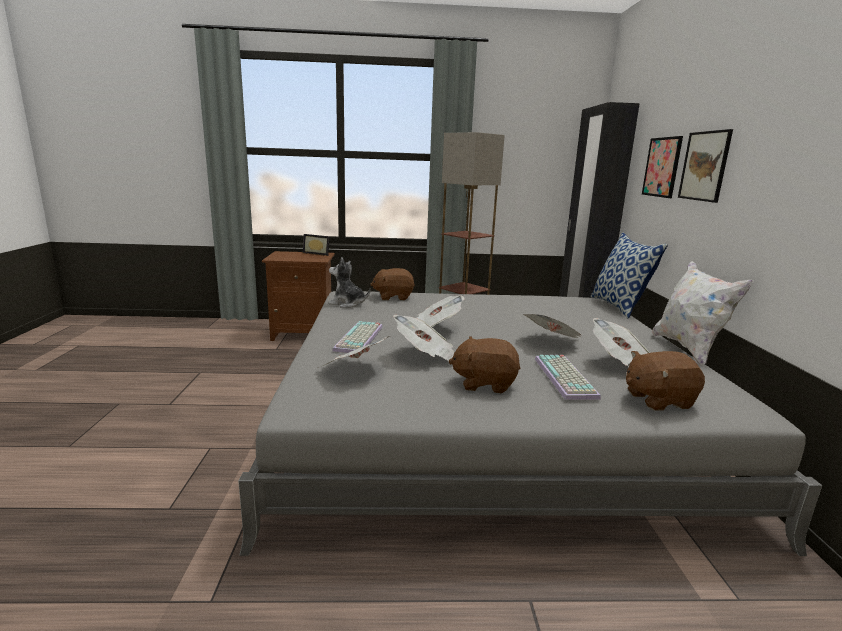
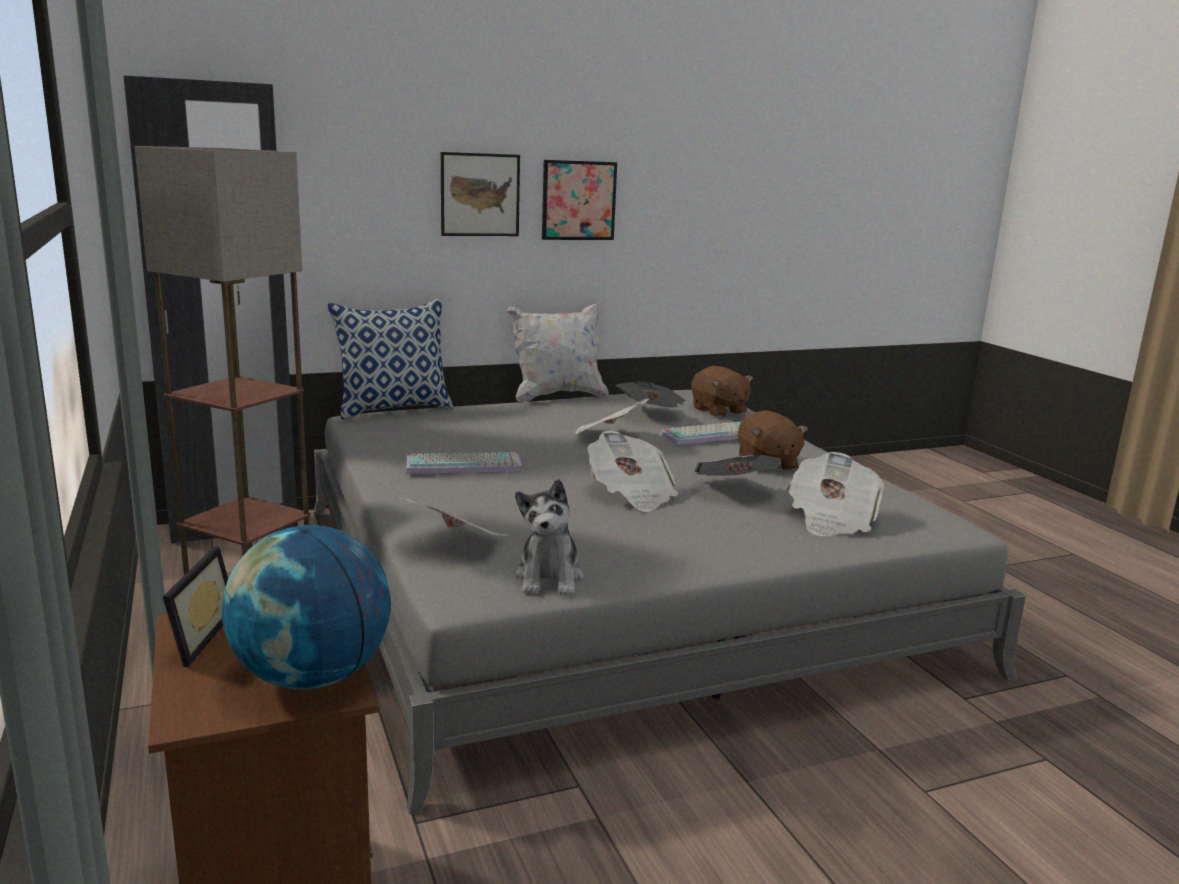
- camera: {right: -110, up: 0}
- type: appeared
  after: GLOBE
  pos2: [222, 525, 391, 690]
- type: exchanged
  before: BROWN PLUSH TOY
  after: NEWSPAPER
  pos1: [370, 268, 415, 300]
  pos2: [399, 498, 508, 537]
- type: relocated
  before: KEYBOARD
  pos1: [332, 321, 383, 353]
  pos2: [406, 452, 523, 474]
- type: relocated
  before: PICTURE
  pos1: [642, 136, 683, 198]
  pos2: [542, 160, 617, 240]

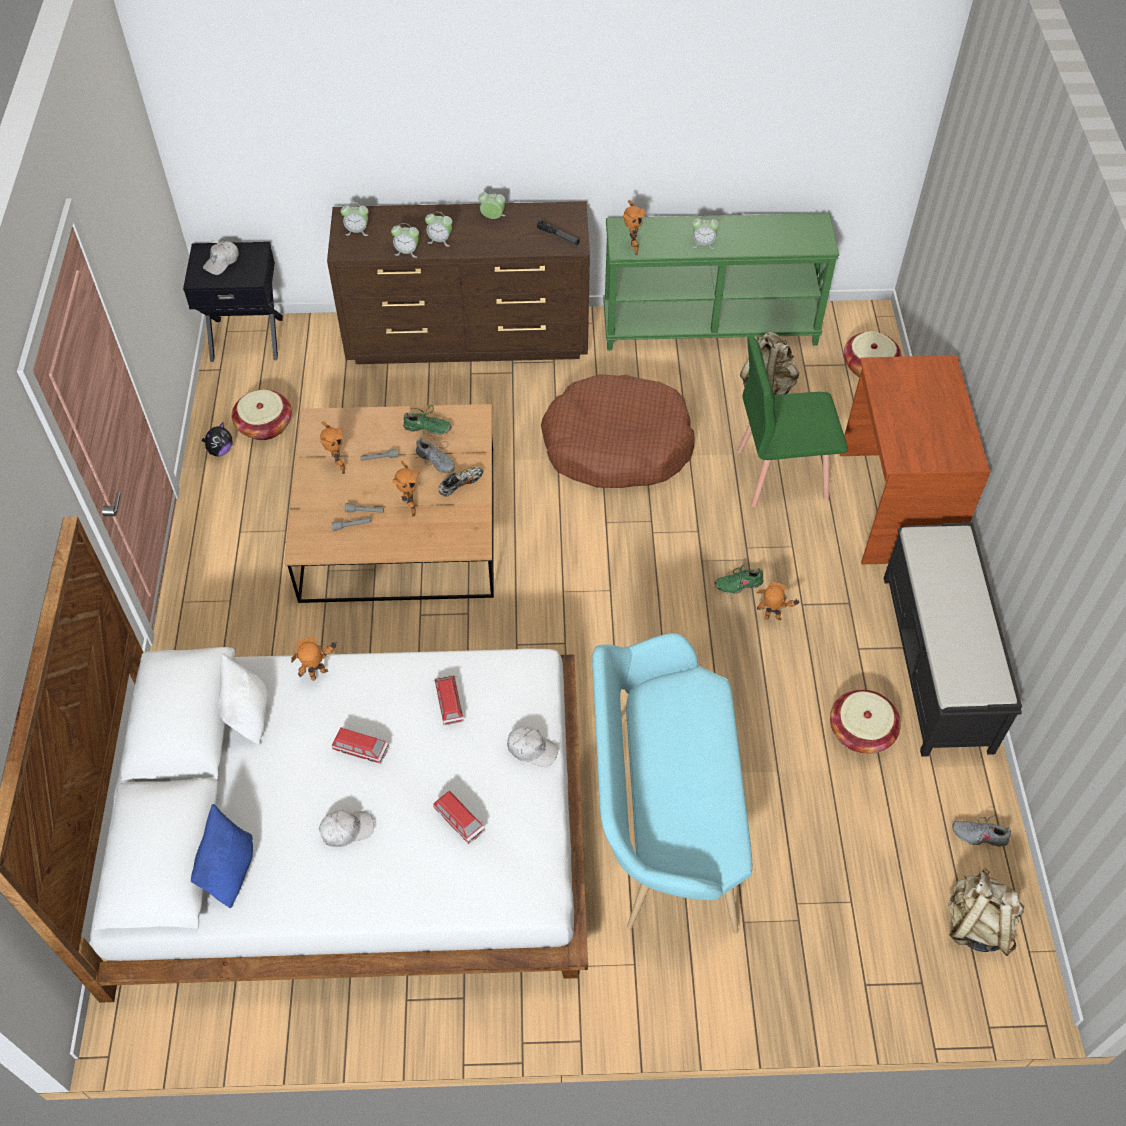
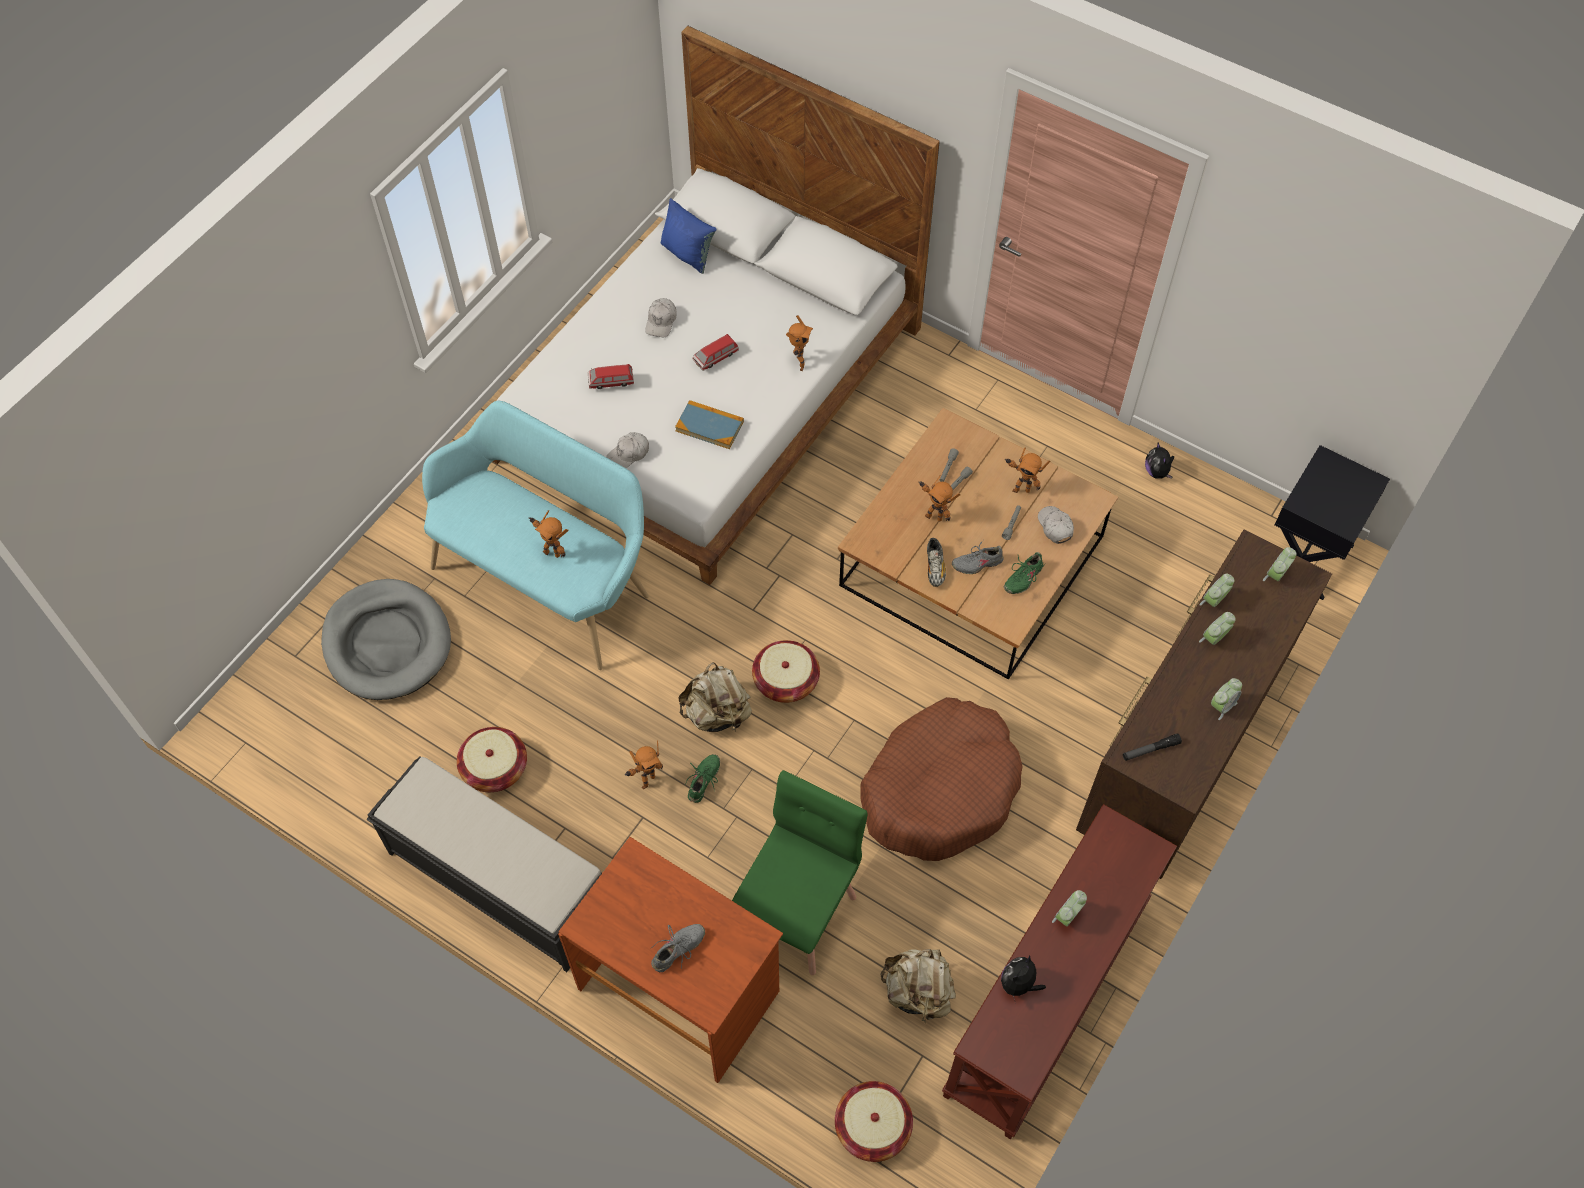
- camera: {right: 125, up: 5}
- type: appeared
  after: GREY DOG BED
  pos2: [321, 579, 451, 700]
- type: relocated
  before: TOY ROBOT
  pos1: [623, 200, 646, 255]
  pos2: [529, 510, 569, 558]
- type: relocated
  before: GREY SHOE
  pos1: [952, 815, 1011, 847]
  pos2: [650, 924, 705, 972]
- type: exchanged
  before: TOY CAR
  after: BOOK
  pos1: [433, 675, 464, 725]
  pos2: [675, 400, 744, 449]
- type: relocated
  before: BEIGE BACKPACK
  pos1: [948, 868, 1024, 956]
  pos2: [678, 662, 752, 732]
- type: relocated
  before: BASKET
  pos1: [232, 390, 292, 440]
  pos2: [752, 640, 820, 703]
- type: colour
  before: GREEN CONSOLE TABLE
  after: BROWN CONSOLE TABLE
  pos1: [603, 213, 839, 350]
  pos2: [942, 804, 1177, 1140]
- type: appeared
  after: PLUSH TOY
  pos2: [1001, 955, 1046, 1004]
- type: relocated
  before: WHITE CAP
  pos1: [203, 241, 239, 275]
  pos2: [1038, 506, 1074, 544]
- type: missing
  before: WHITE PILLOW
  pos1: [218, 654, 268, 745]

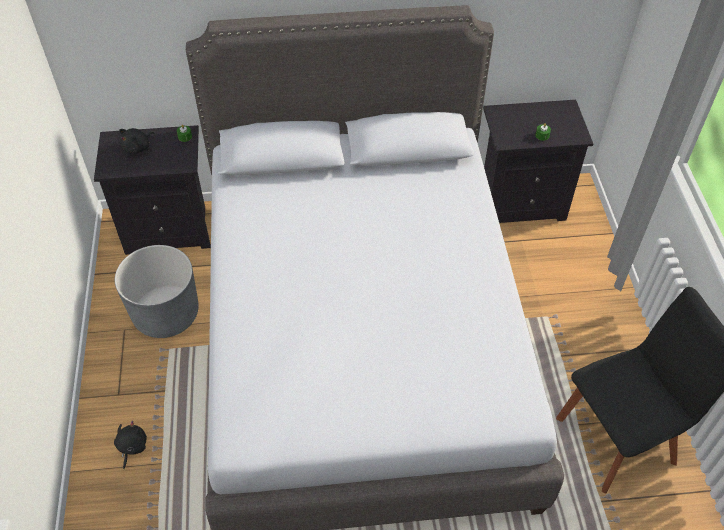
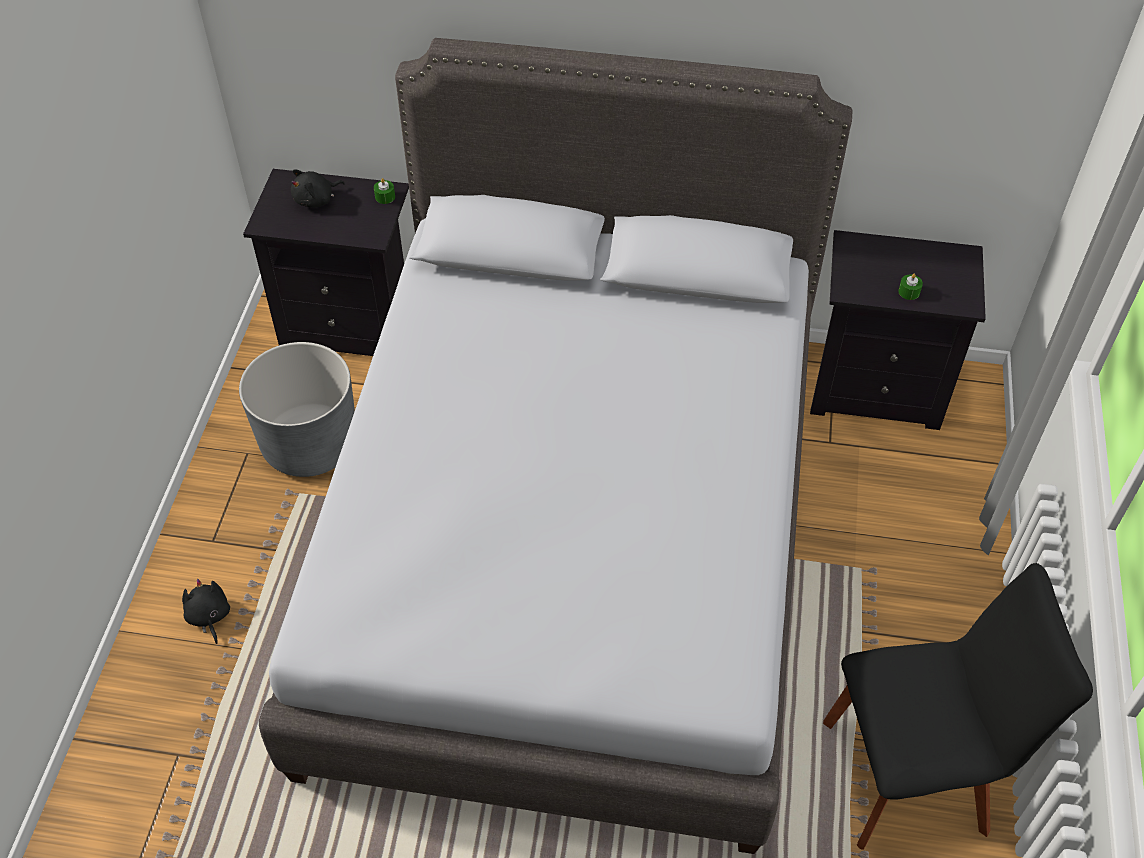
- camera: {right: 15, up: 0}
- type: spun
  before: BLACK PLUSH TOY
  pos1: [114, 421, 147, 469]
  pos2: [182, 579, 230, 644]
  turn: -45

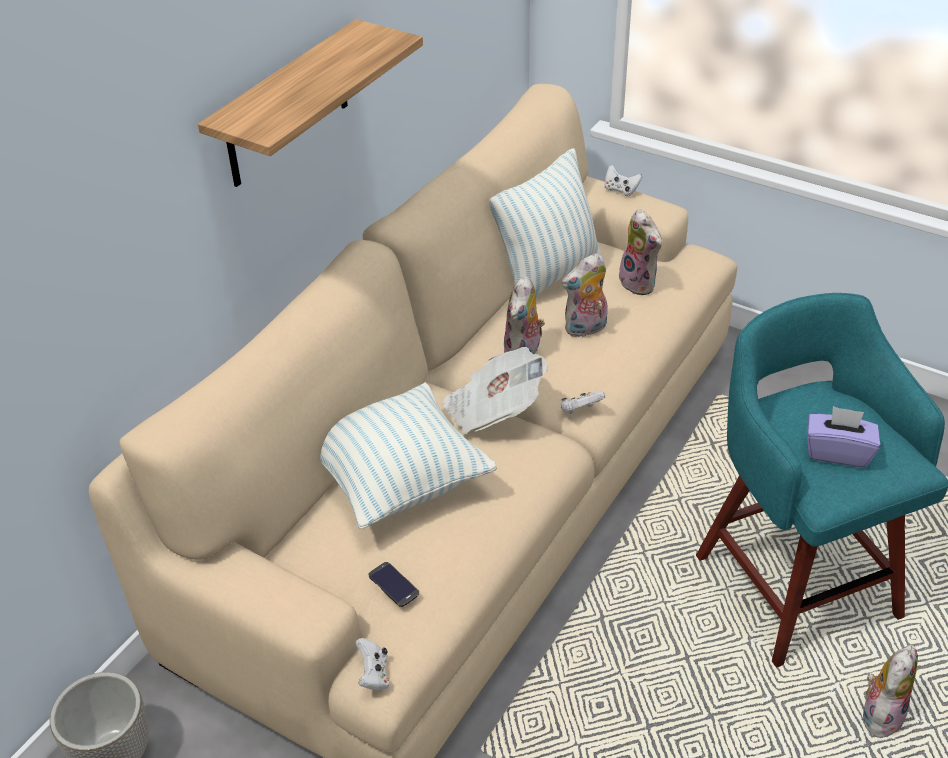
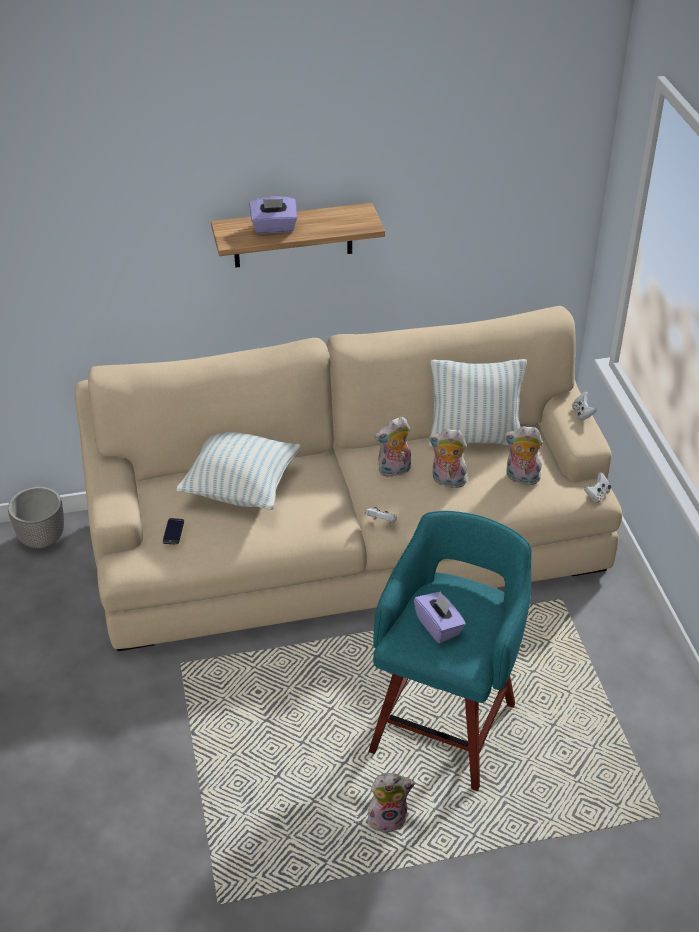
- camera: {right: 45, up: 0}
- type: appeared
  after: PURPLE TISSUE BOX
  pos2: [249, 197, 297, 234]
- type: spun
  before: PLUSH TOY
  pos1: [619, 209, 662, 295]
  pos2: [504, 426, 543, 485]
  turn: 90
- type: relocated
  before: WHITE GAME CONTROLLER
  pos1: [356, 638, 390, 690]
  pos2: [584, 472, 611, 503]
- type: missing
  before: NEWSPAPER
  pos1: [442, 347, 548, 435]

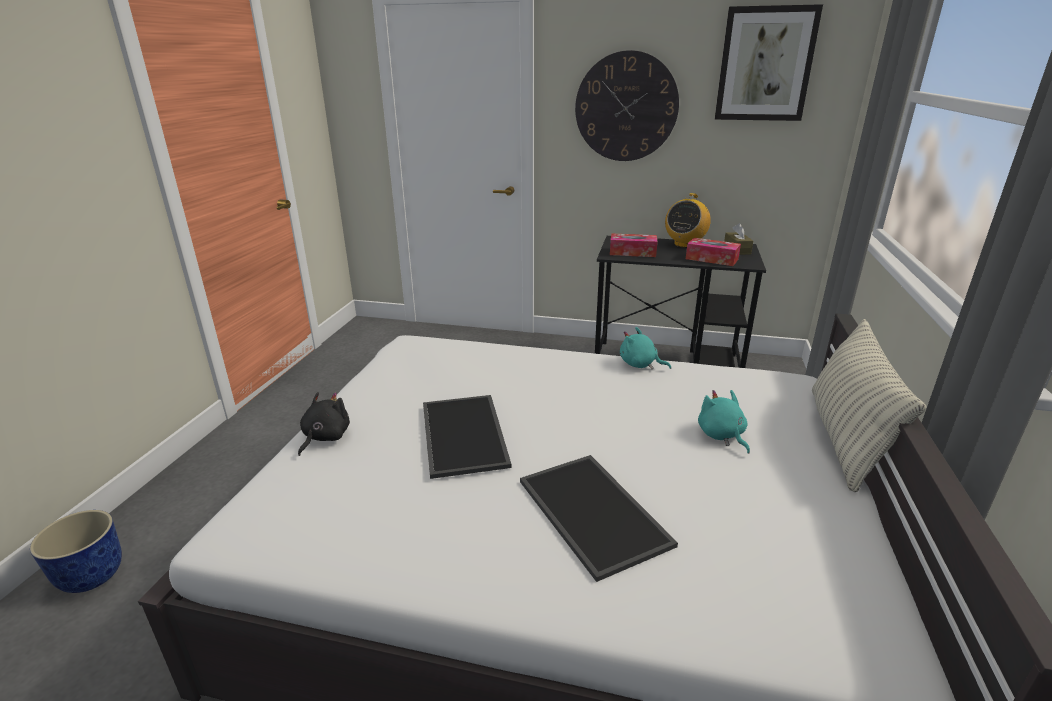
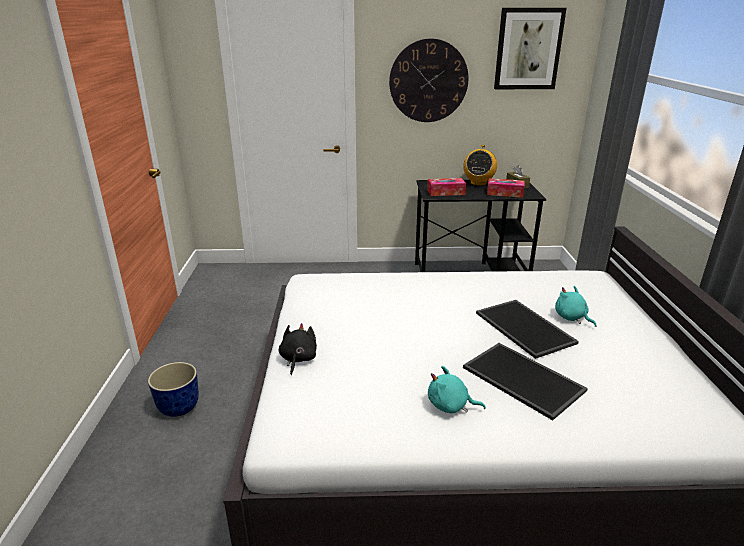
- camera: {right: -15, up: 0}
- type: relocated
  before: PLANTER
  pos1: [30, 510, 122, 593]
  pos2: [148, 362, 199, 417]
- type: relocated
  before: TURQUOISE PLUSH TOY
  pos1: [620, 327, 671, 370]
  pos2: [428, 366, 486, 413]
- type: relocated
  before: TRAY
  pos1: [423, 395, 512, 479]
  pos2: [476, 300, 579, 359]
- type: missing
  before: PILLOW
  pos1: [812, 319, 927, 492]

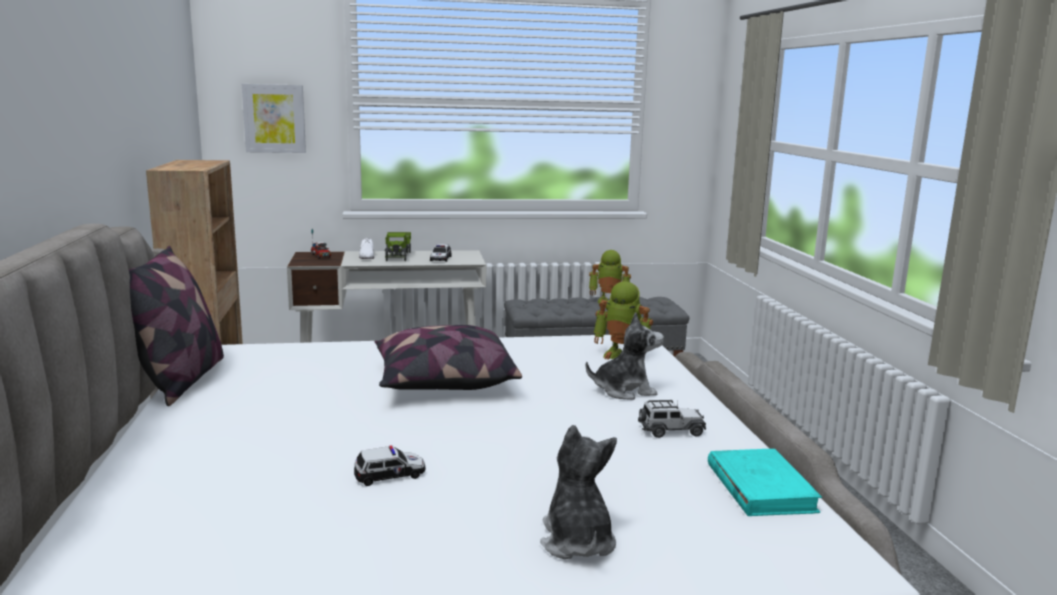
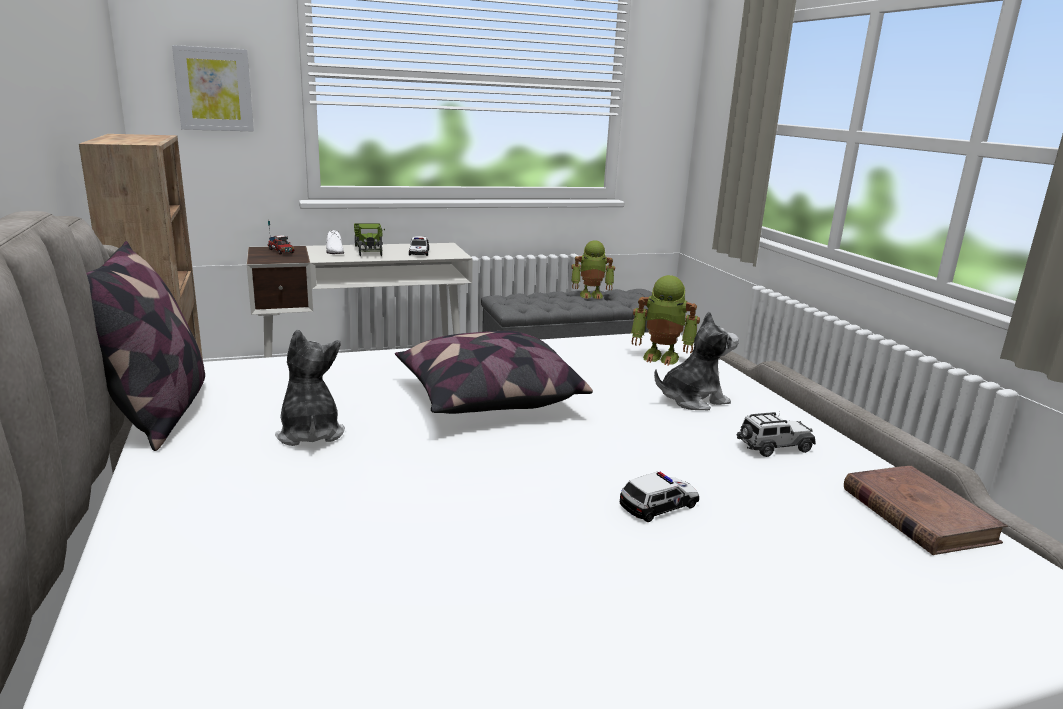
- camera: {right: -10, up: 5}
- type: relocated
  before: PLUSH TOY
  pos1: [540, 425, 617, 559]
  pos2: [275, 329, 345, 446]
- type: relocated
  before: TOY CAR
  pos1: [354, 445, 425, 486]
  pos2: [620, 471, 699, 522]
- type: colour
  before: TURQUOISE BOOK
  after: BROWN BOOK
  pos1: [708, 449, 822, 516]
  pos2: [844, 466, 1008, 555]

